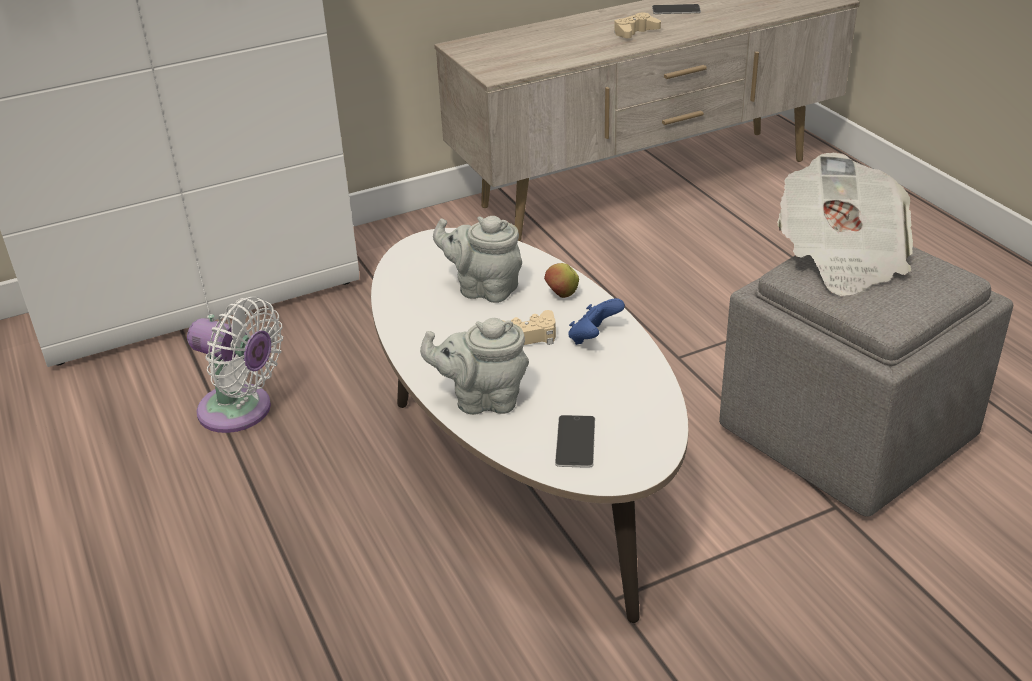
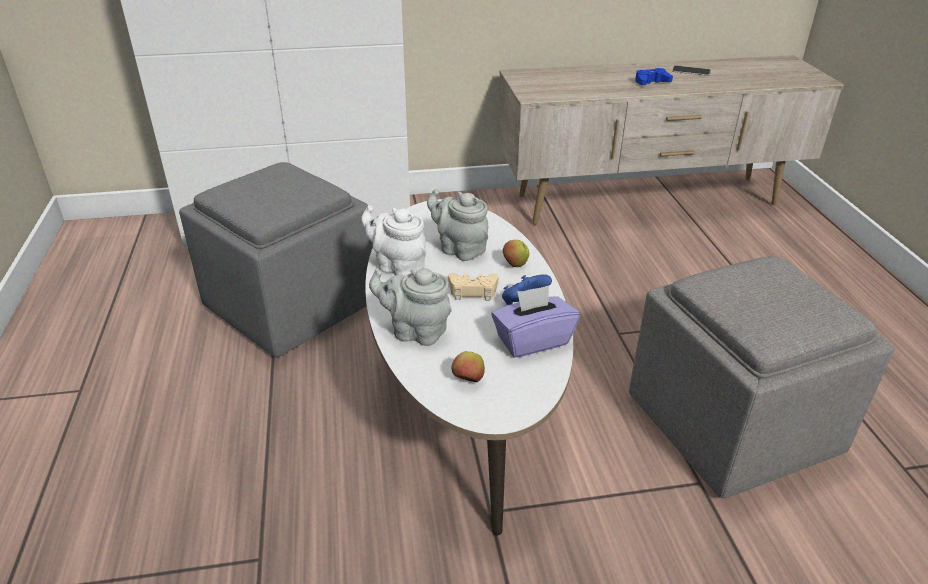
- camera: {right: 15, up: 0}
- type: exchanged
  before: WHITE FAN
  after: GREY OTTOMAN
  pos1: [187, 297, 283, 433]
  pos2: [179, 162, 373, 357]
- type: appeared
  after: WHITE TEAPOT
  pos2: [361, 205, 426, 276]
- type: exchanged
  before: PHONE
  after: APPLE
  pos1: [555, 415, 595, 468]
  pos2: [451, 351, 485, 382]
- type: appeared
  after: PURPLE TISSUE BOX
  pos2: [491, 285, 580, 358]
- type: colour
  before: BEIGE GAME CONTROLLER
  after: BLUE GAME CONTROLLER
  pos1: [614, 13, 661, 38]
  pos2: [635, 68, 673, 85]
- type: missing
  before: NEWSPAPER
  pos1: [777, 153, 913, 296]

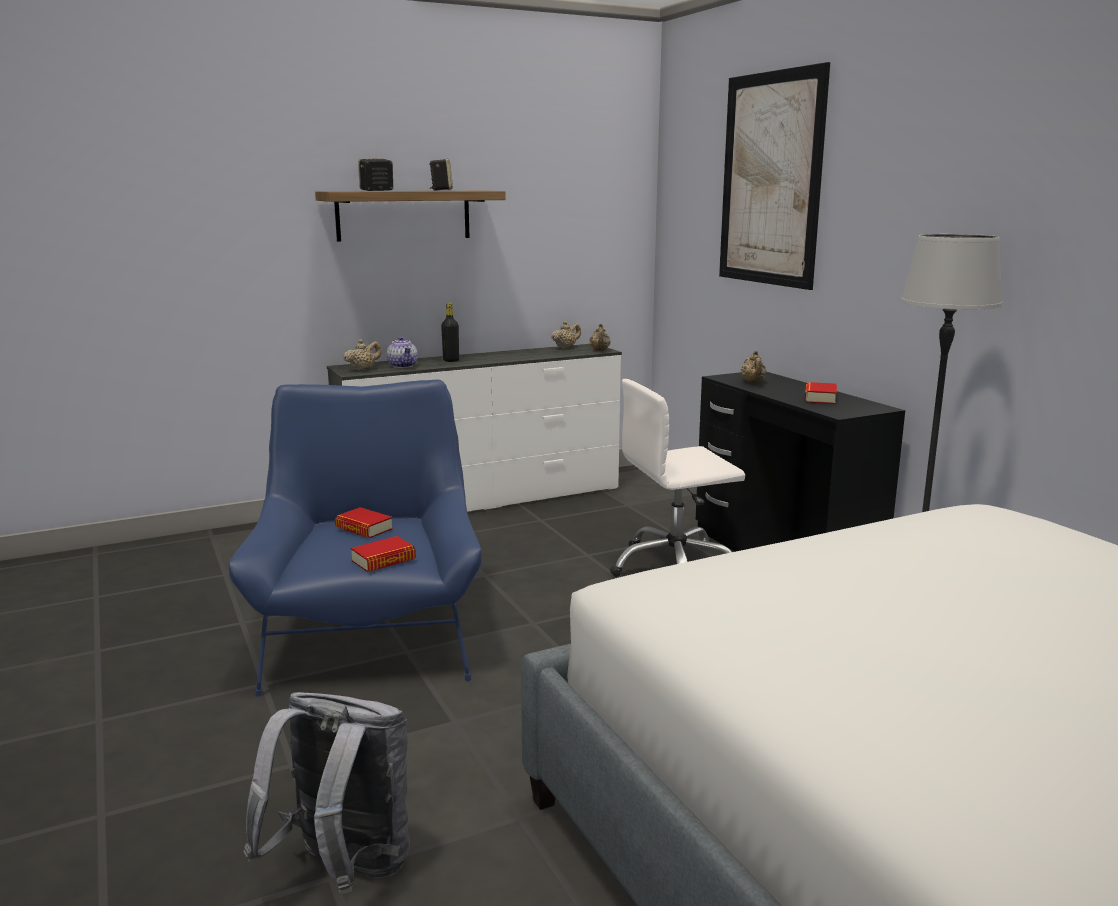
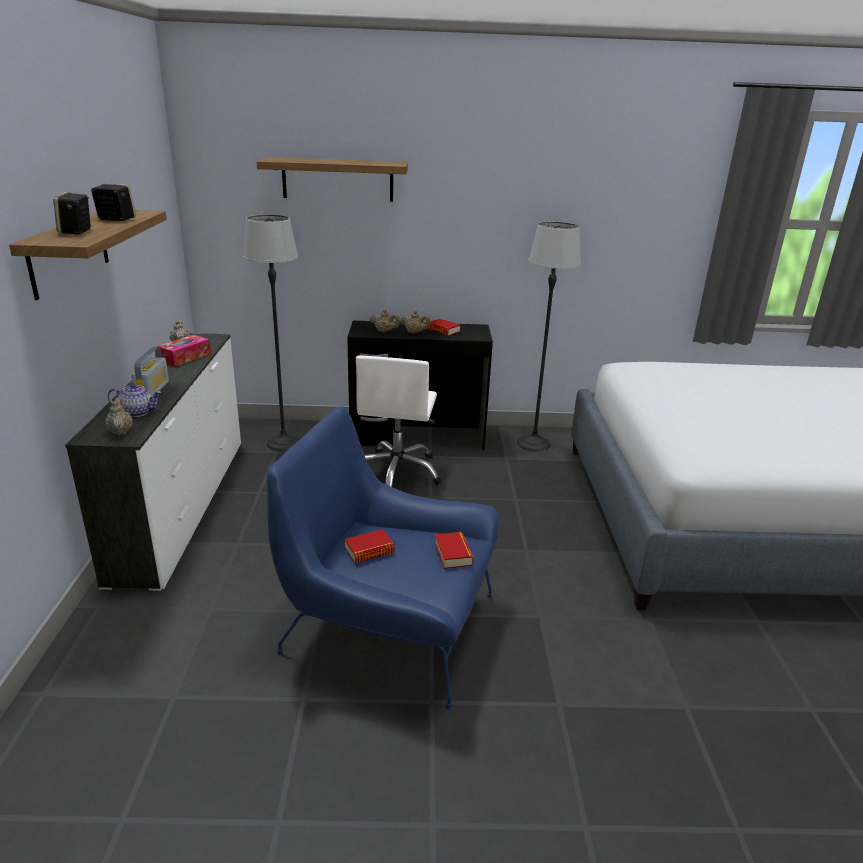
- camera: {right: -65, up: 10}
- type: exchanged
  before: BLACK BOTTLE
  after: RADIO
  pos1: [441, 302, 459, 362]
  pos2: [131, 347, 169, 397]
- type: appeared
  after: TISSUE BOX
  pos2: [156, 335, 211, 366]
- type: appeared
  after: FLOOR LAMP
  pos2: [243, 215, 300, 451]
- type: exchanged
  before: PICTURE
  after: SHELF
  pos1: [719, 62, 830, 290]
  pos2: [257, 157, 408, 202]
- type: relocated
  before: BEIGE TEAPOT
  pos1: [589, 324, 611, 351]
  pos2: [400, 311, 430, 334]
- type: missing
  before: GREY BACKPACK
  pos1: [243, 692, 410, 894]

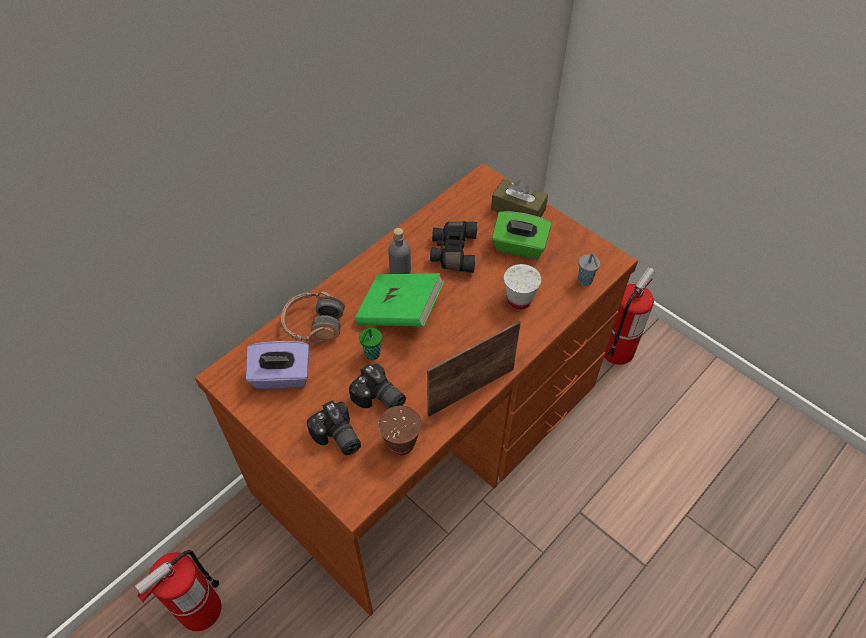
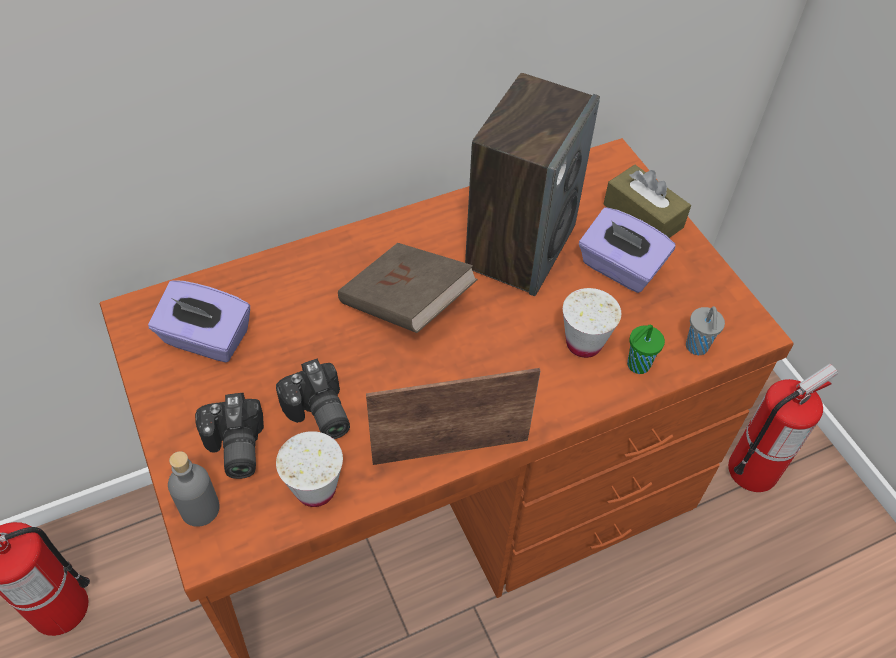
- camera: {right: 20, up: 0}
- type: relocated
  before: GREY BOTTLE
  pos1: [388, 228, 411, 274]
  pos2: [168, 451, 220, 527]
- type: colour
  before: BROWN CUP
  after: WHITE CUP
  pos1: [378, 406, 422, 455]
  pos2: [276, 431, 343, 507]
- type: colour
  before: GREEN BOOK
  after: BROWN BOOK
  pos1: [355, 273, 445, 327]
  pos2: [338, 243, 478, 333]
- type: exchanged
  before: BLACK BINOCULARS
  after: SPEAKER
  pos1: [430, 221, 477, 272]
  pos2: [465, 73, 600, 296]
- type: colour
  before: GREEN TISSUE BOX
  after: PURPLE TISSUE BOX
  pos1: [492, 211, 551, 259]
  pos2: [579, 207, 676, 293]
- type: relocated
  before: GREEN CUP
  pos1: [359, 328, 382, 360]
  pos2: [627, 325, 665, 374]
- type: missing
  before: HEADPHONES
  pos1: [281, 291, 345, 343]

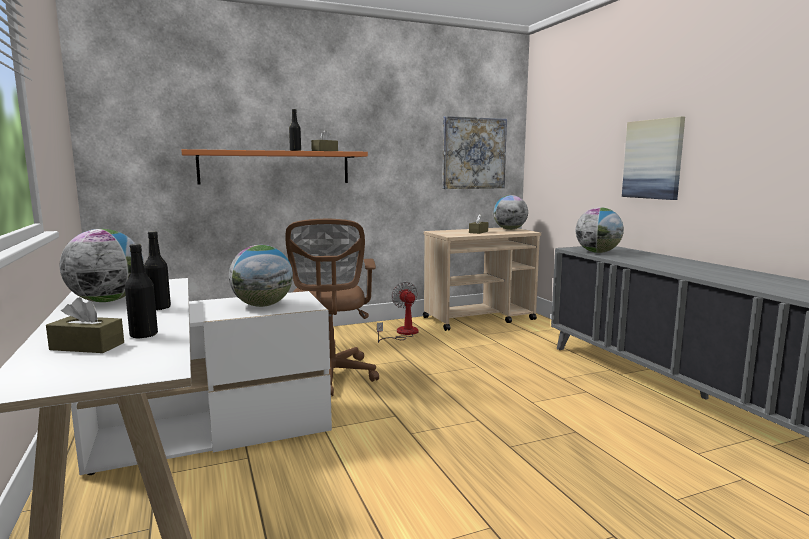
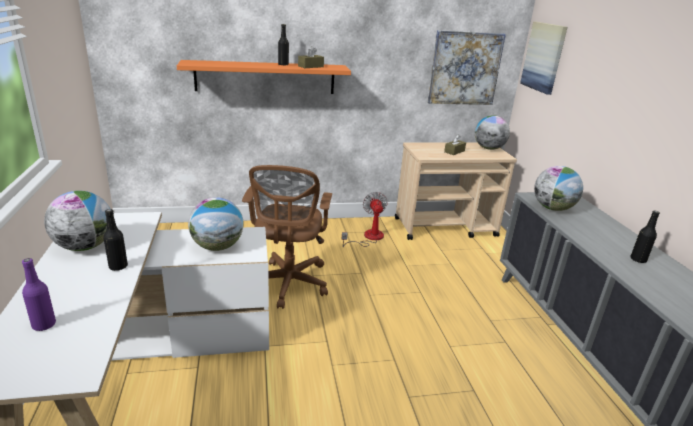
- camera: {right: 10, up: 15}
- type: exchanged
  before: BROWN TISSUE BOX
  after: PURPLE BOTTLE
  pos1: [46, 297, 124, 353]
  pos2: [22, 258, 56, 331]
- type: relocated
  before: PICTURE
  pos1: [622, 116, 685, 200]
  pos2: [520, 22, 567, 95]
- type: relocated
  before: BLACK BOTTLE
  pos1: [125, 244, 158, 339]
  pos2: [630, 210, 660, 263]

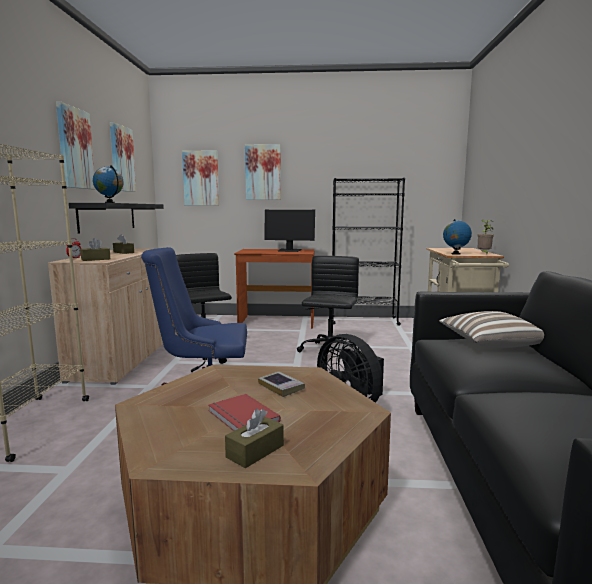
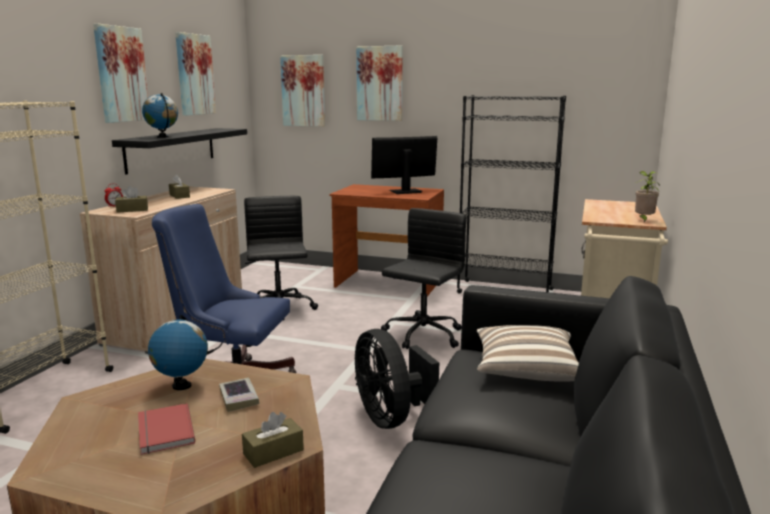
- camera: {right: 15, up: 5}
- type: relocated
  before: GLOBE
  pos1: [443, 219, 472, 255]
  pos2: [148, 315, 208, 390]
- type: relocated
  before: BROWN TISSUE BOX
  pos1: [225, 409, 284, 468]
  pos2: [242, 412, 304, 468]
- type: spun
  before: MONITOR
  pos1: [264, 210, 315, 252]
  pos2: [371, 136, 437, 194]
  turn: 135

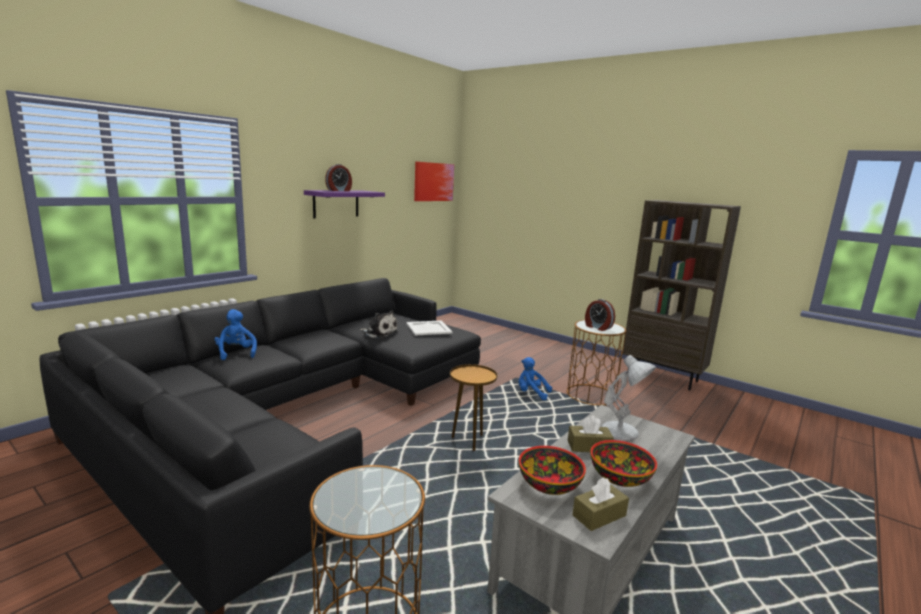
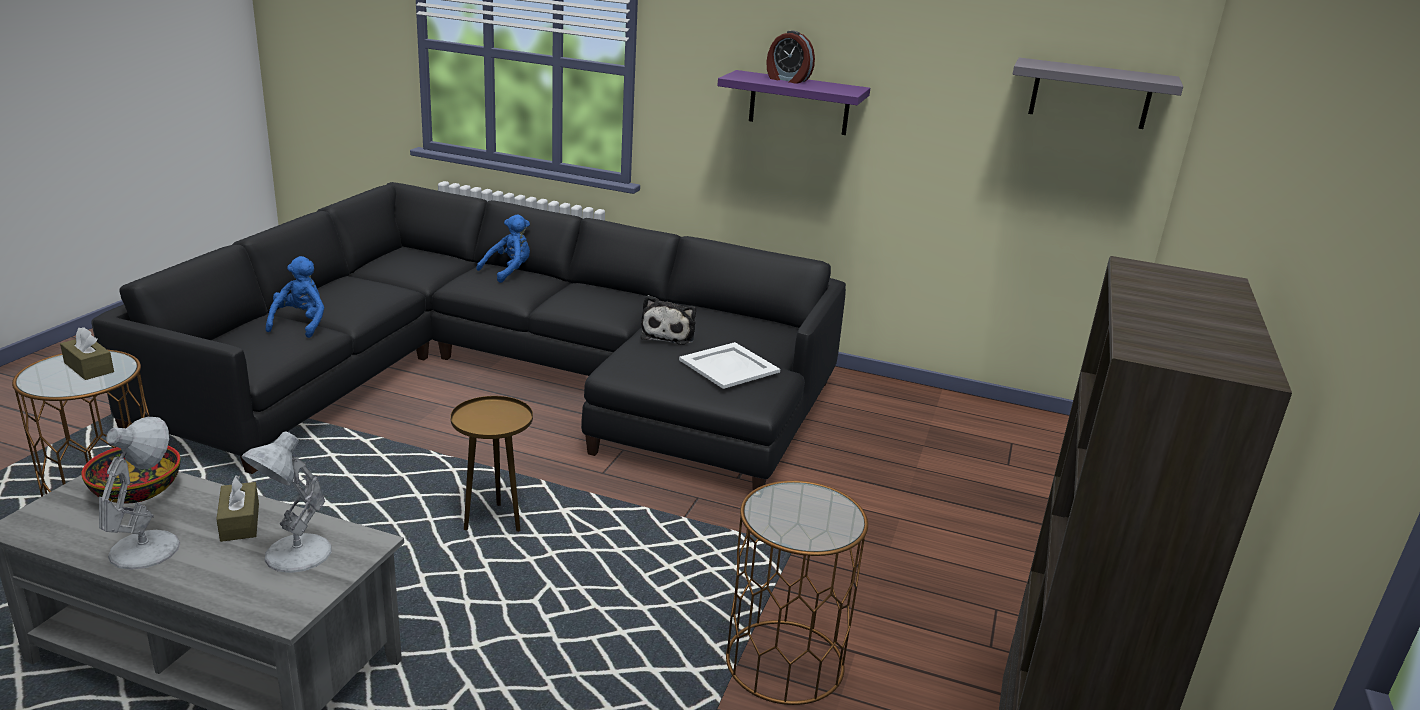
- camera: {right: 70, up: 10}
- type: relocated
  before: BROWN TISSUE BOX
  pos1: [572, 478, 629, 531]
  pos2: [60, 327, 114, 380]
- type: exchanged
  before: BOWL
  after: WHITE TABLE LAMP
  pos1: [590, 440, 657, 487]
  pos2: [99, 417, 180, 570]
- type: relocated
  before: BLUE PLUSH TOY
  pos1: [519, 357, 552, 400]
  pos2: [266, 256, 324, 338]
- type: exchanged
  before: PICTURE
  after: GREY SHELF
  pos1: [414, 162, 454, 201]
  pos2: [1013, 58, 1183, 129]
- type: missing
  before: ALARM CLOCK
  pos1: [585, 299, 615, 331]

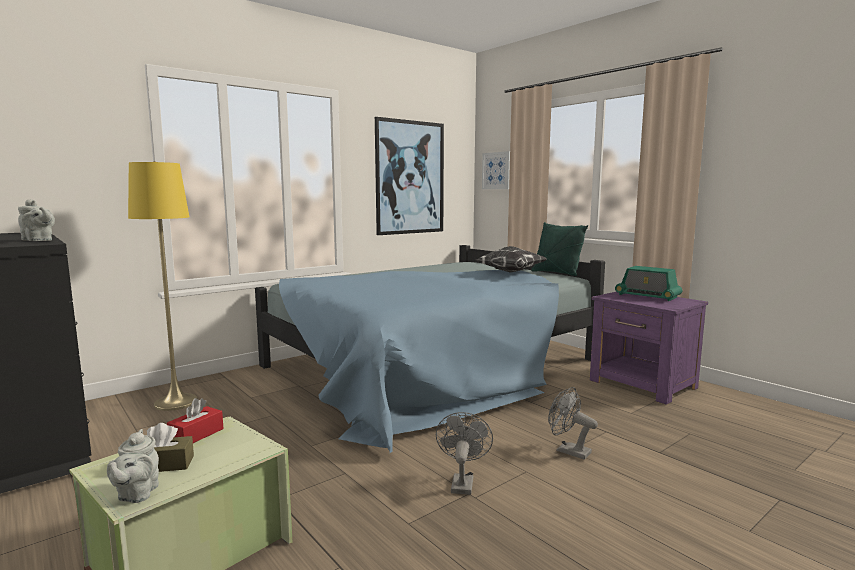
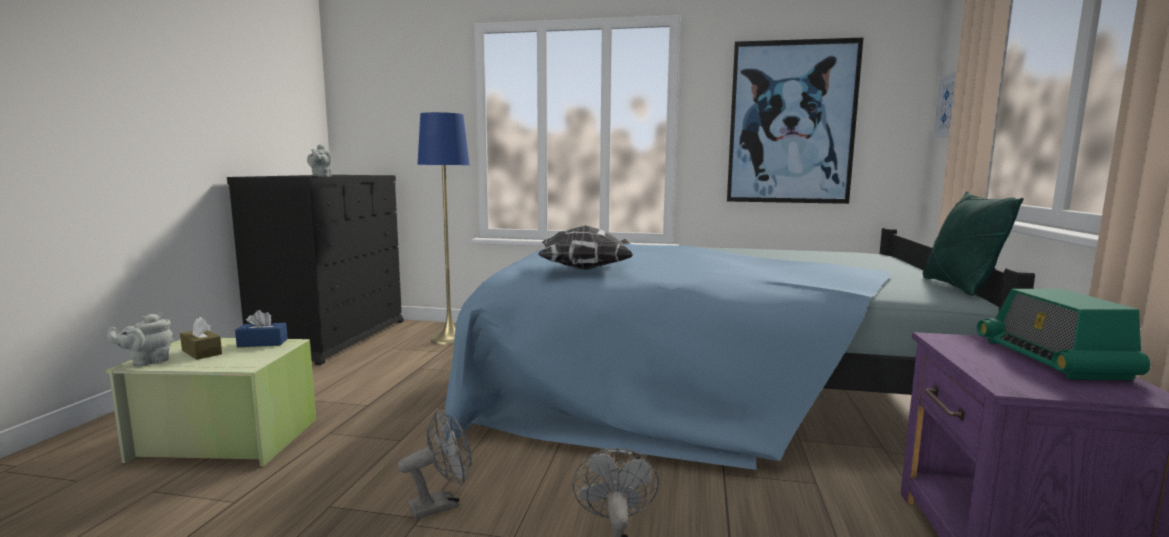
- camera: {right: 50, up: 0}
- type: colour
  before: RED TISSUE BOX
  after: BLUE TISSUE BOX
  pos1: [167, 398, 224, 443]
  pos2: [235, 310, 288, 347]
- type: colour
  before: YELLOW FLOOR LAMP
  after: BLUE FLOOR LAMP
  pos1: [128, 161, 198, 411]
  pos2: [417, 112, 470, 345]
- type: relocated
  before: PILLOW
  pos1: [476, 246, 547, 272]
  pos2: [538, 225, 634, 270]

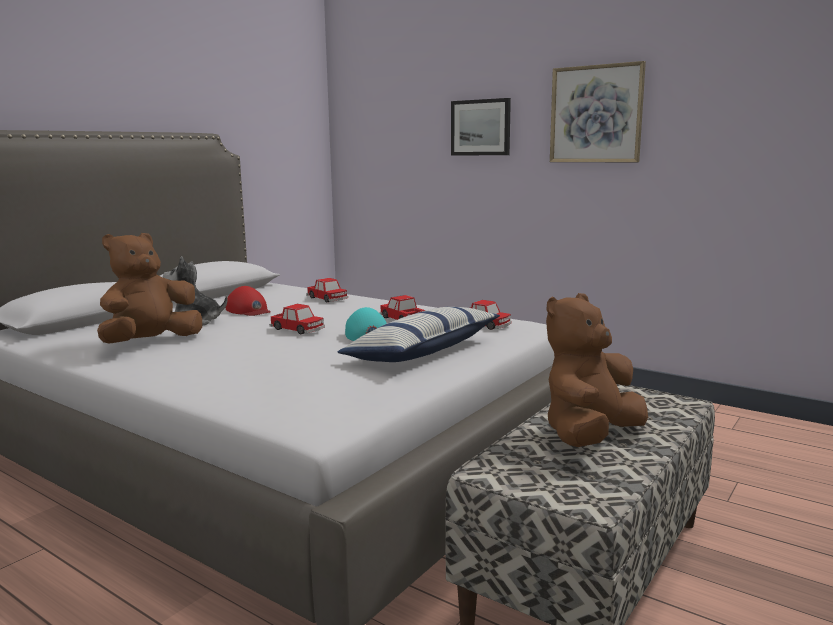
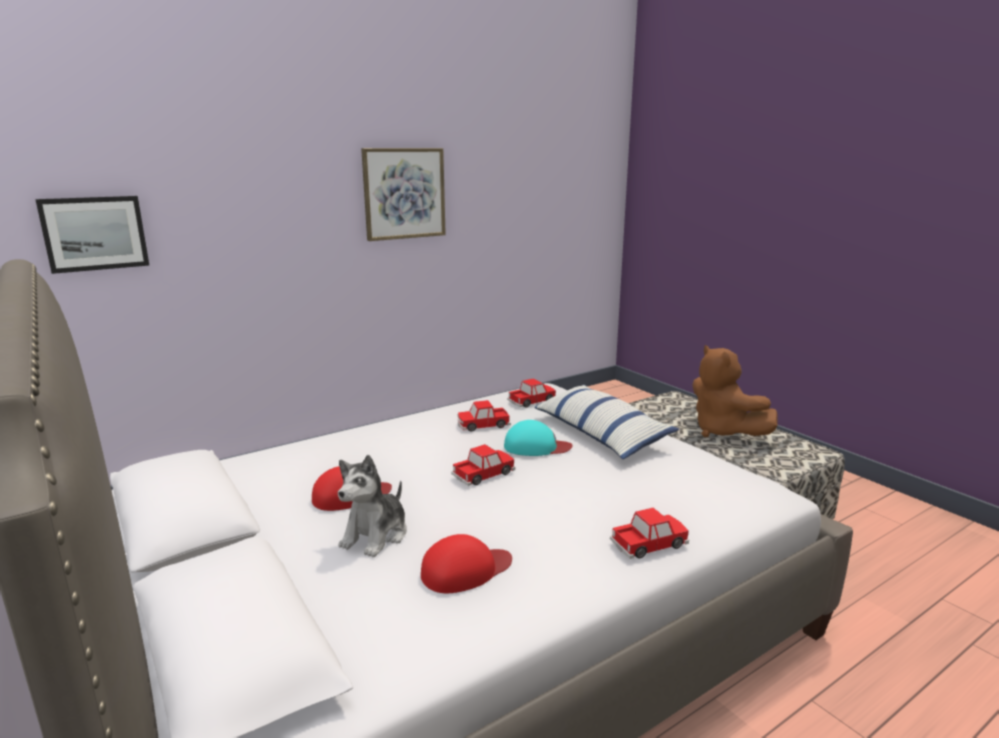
- camera: {right: -70, up: 5}
- type: relocated
  before: PICTURE
  pos1: [451, 98, 511, 156]
  pos2: [35, 196, 149, 274]
- type: exchanged
  before: BROWN PLUSH TOY
  after: RED CAP
  pos1: [97, 233, 202, 344]
  pos2: [421, 534, 512, 593]
- type: relocated
  before: TOY CAR
  pos1: [306, 278, 348, 302]
  pos2: [610, 508, 689, 559]

